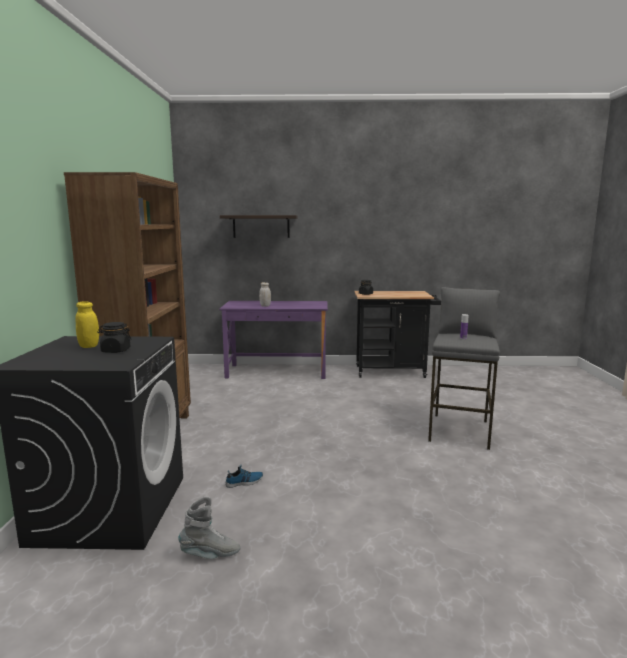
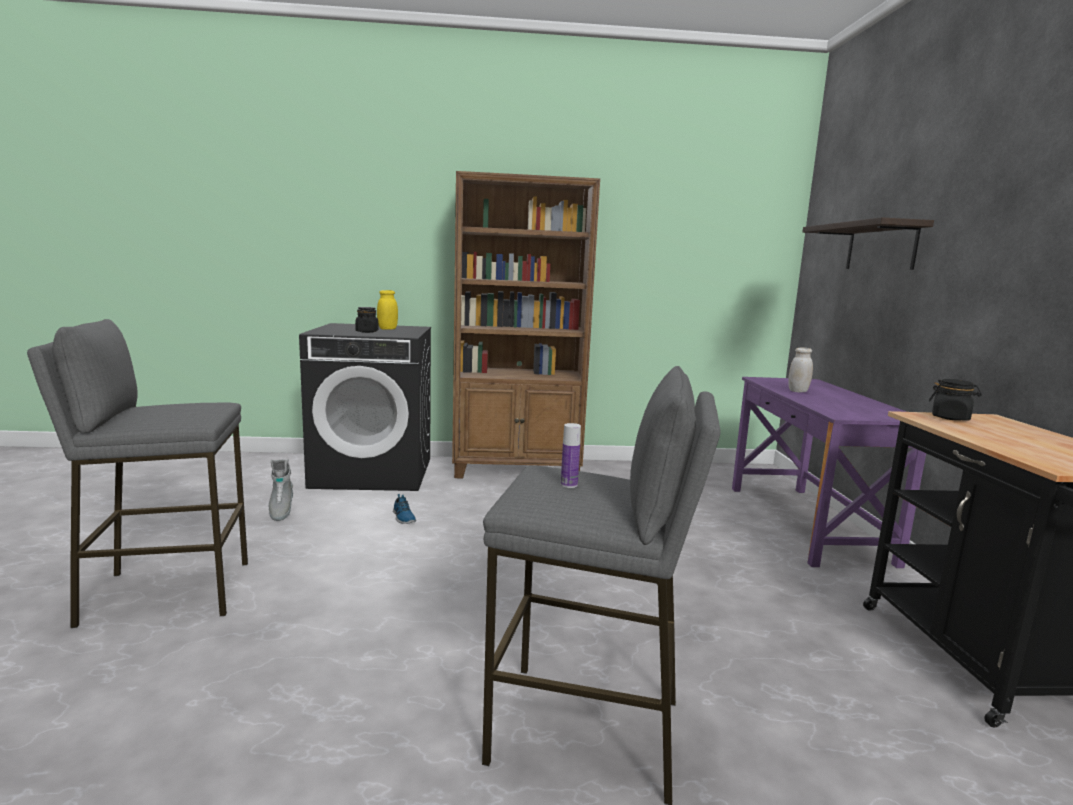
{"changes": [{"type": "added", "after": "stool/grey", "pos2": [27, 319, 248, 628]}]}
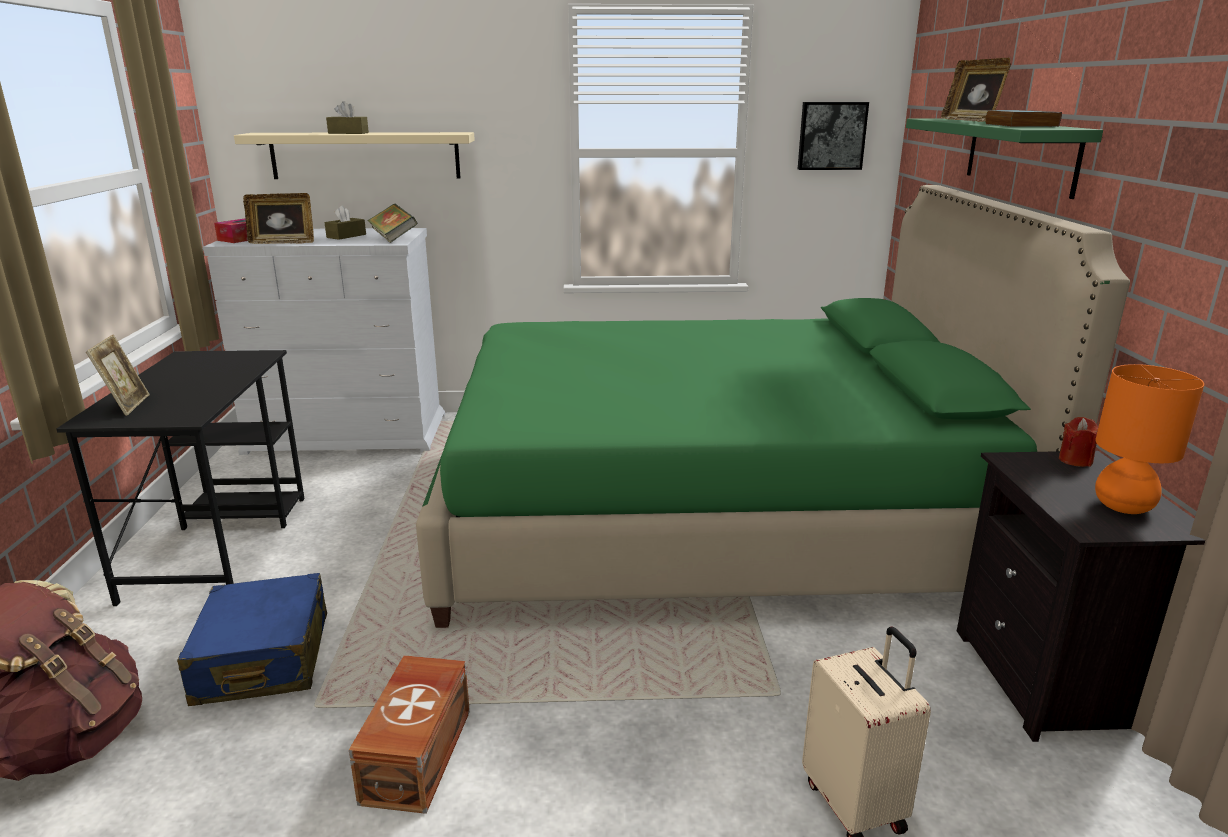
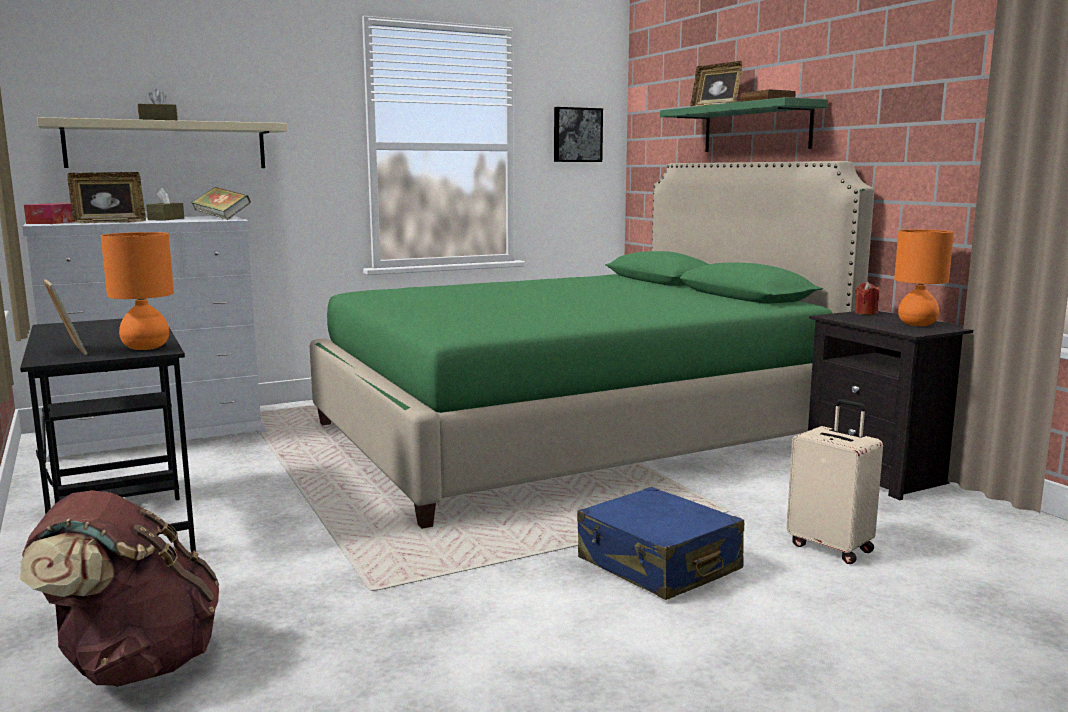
{"changes": [{"type": "moved", "before": "suitcase/blue", "pos1": [177, 573, 327, 706], "pos2": [577, 487, 744, 600]}, {"type": "removed", "before": "storage box/brown", "pos1": [349, 655, 470, 814]}, {"type": "added", "after": "table lamp/orange", "pos2": [101, 232, 174, 350]}]}
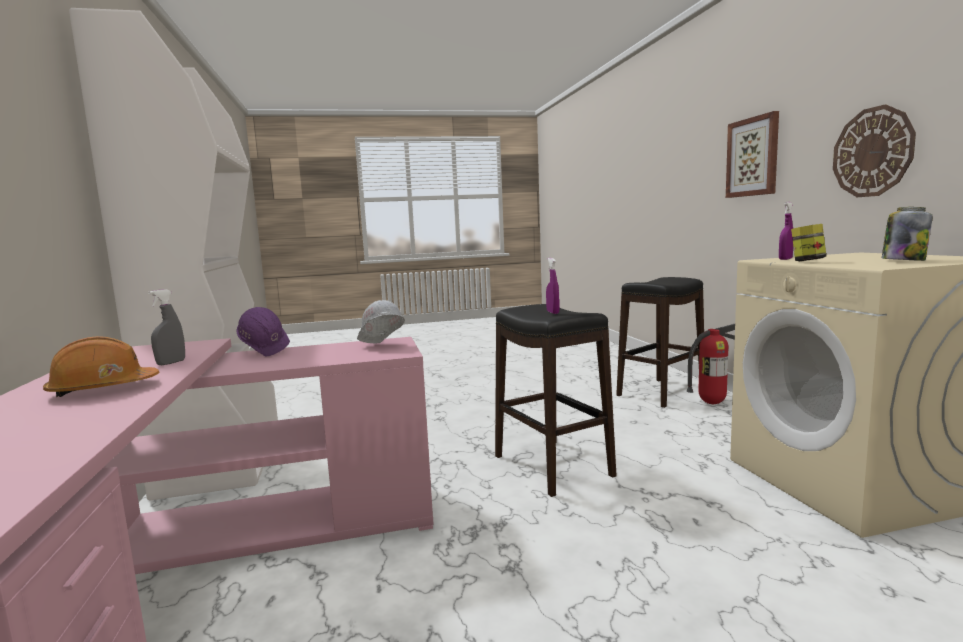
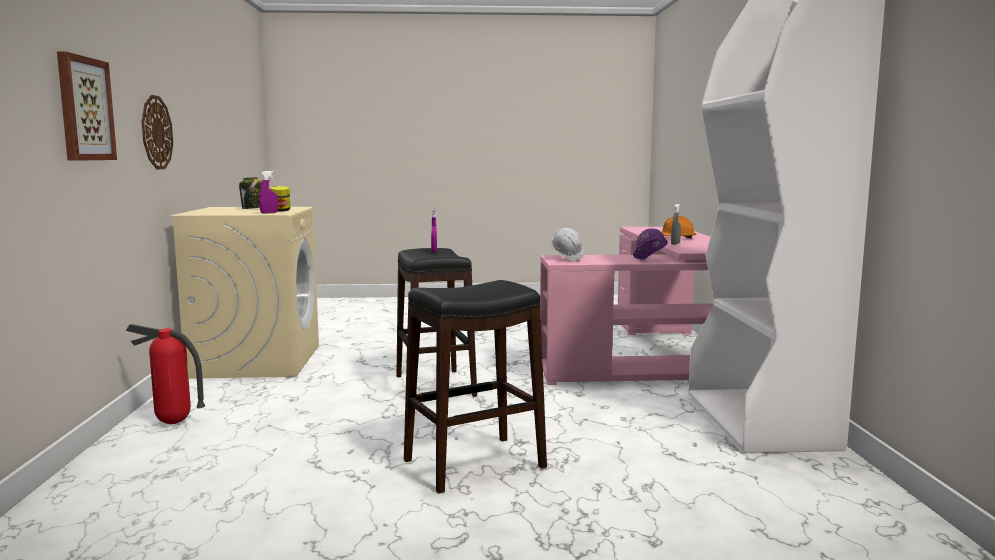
{"changes": [{"type": "moved", "before": "stool/black", "pos1": [616, 277, 704, 408], "pos2": [404, 280, 547, 493]}]}
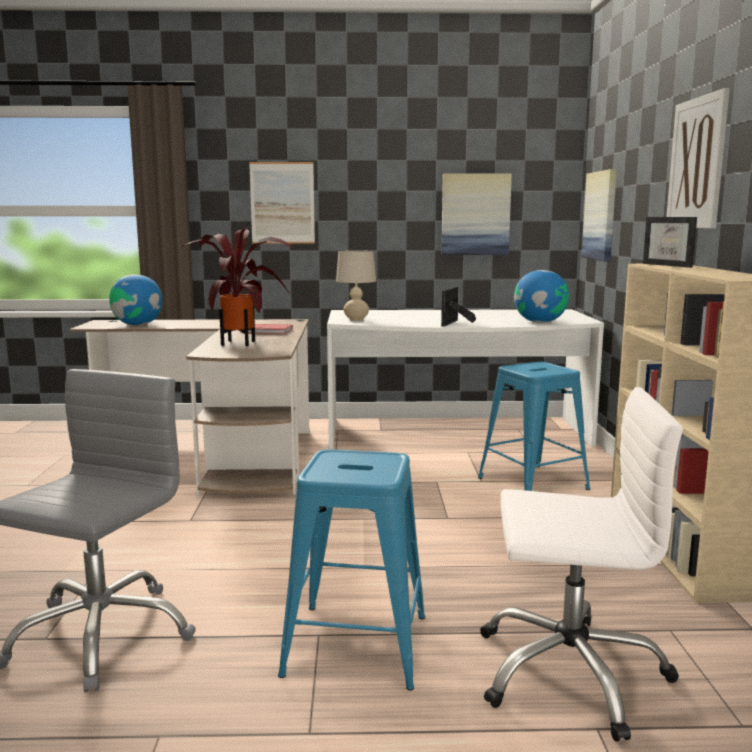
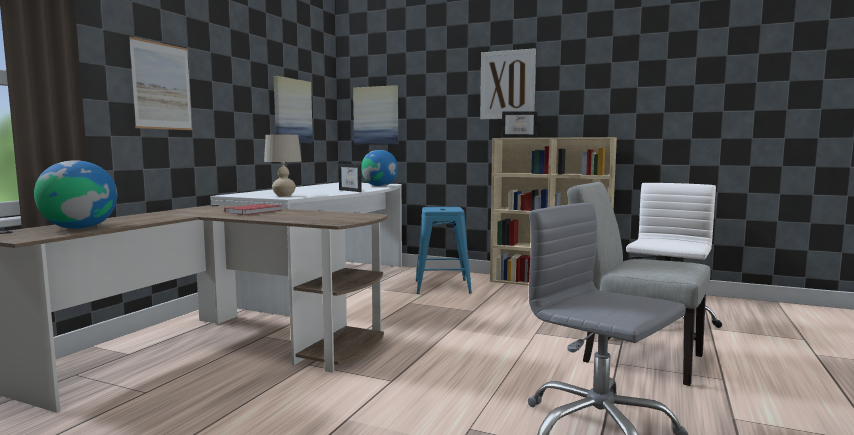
{"changes": [{"type": "removed", "before": "potted plant", "pos1": [181, 227, 293, 346]}, {"type": "replaced", "before": "stool/blue", "after": "chair/grey", "pos1": [278, 449, 425, 690], "pos2": [567, 182, 711, 386]}]}
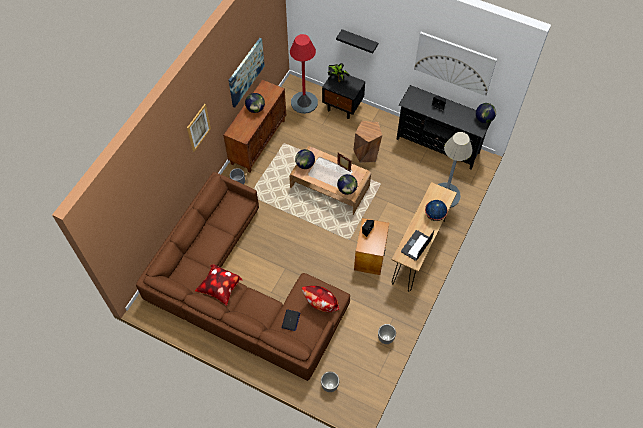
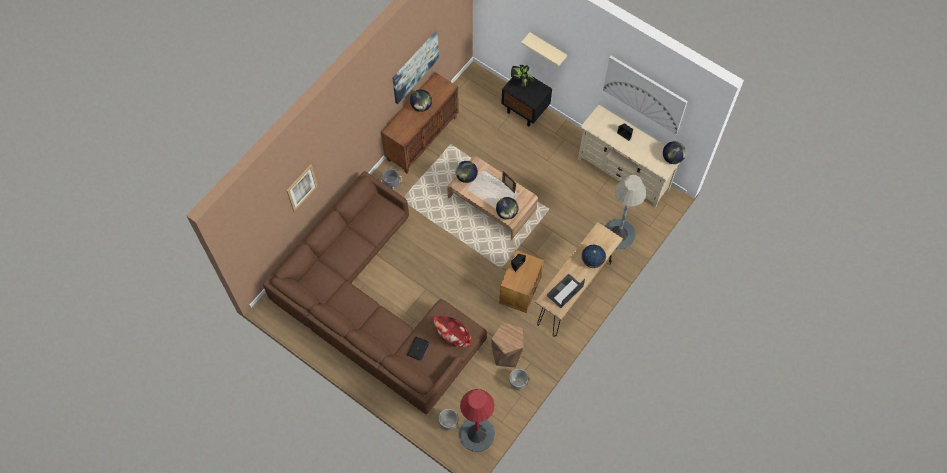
{"changes": [{"type": "moved", "before": "picture", "pos1": [187, 104, 211, 152], "pos2": [286, 165, 317, 212]}, {"type": "removed", "before": "pillow", "pos1": [195, 264, 243, 306]}, {"type": "moved", "before": "floor lamp/red", "pos1": [290, 34, 318, 114], "pos2": [459, 389, 495, 452]}, {"type": "recoloured", "before": "shelf/black", "after": "shelf/beige", "pos1": [336, 29, 378, 54], "pos2": [521, 32, 567, 67]}, {"type": "moved", "before": "stool/brown", "pos1": [353, 121, 383, 163], "pos2": [491, 323, 524, 368]}, {"type": "recoloured", "before": "tv stand/black", "after": "tv stand/beige", "pos1": [396, 85, 491, 170], "pos2": [578, 104, 679, 208]}]}
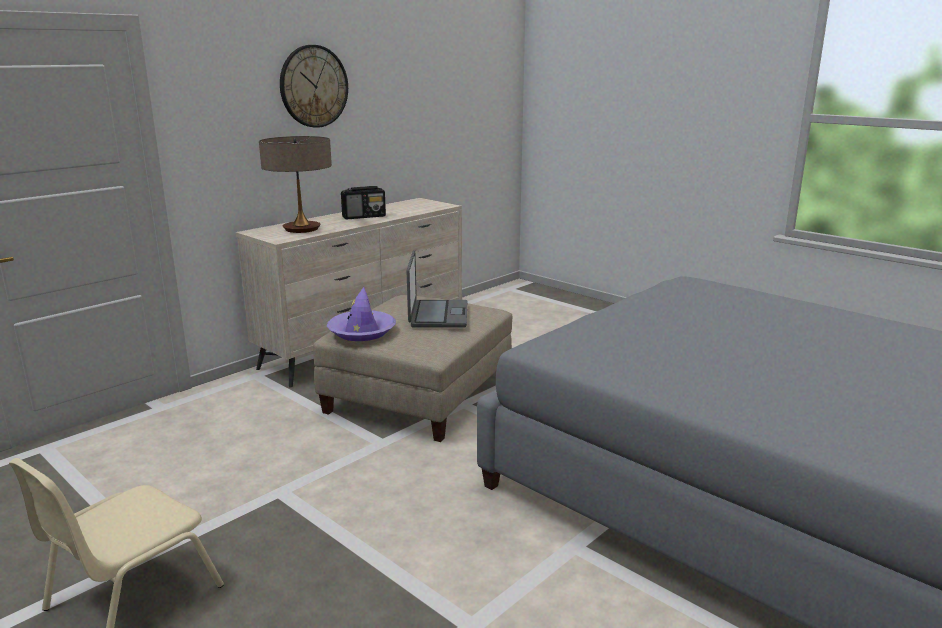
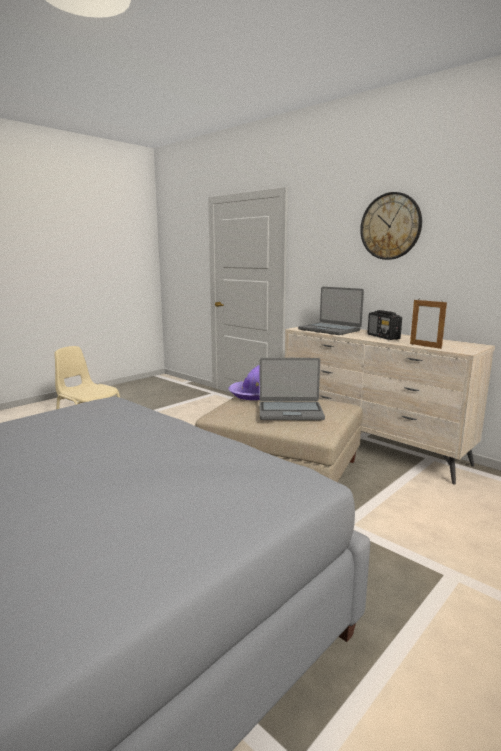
{"changes": [{"type": "replaced", "before": "table lamp", "after": "laptop", "pos1": [259, 136, 332, 233], "pos2": [298, 287, 364, 335]}, {"type": "added", "after": "picture frame", "pos2": [410, 300, 447, 349]}]}
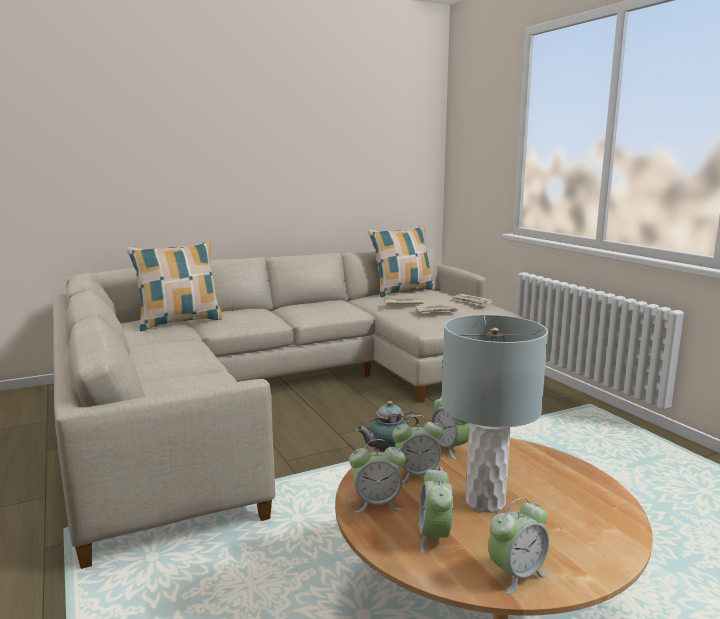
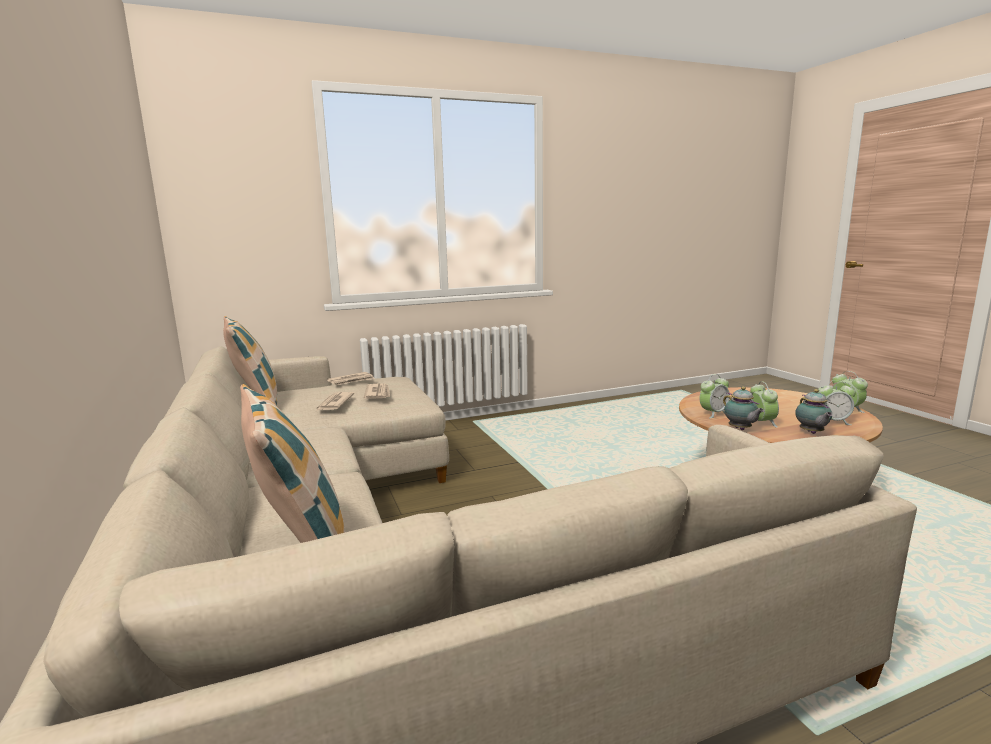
{"changes": [{"type": "replaced", "before": "alarm clock", "after": "teapot", "pos1": [349, 439, 405, 513], "pos2": [795, 389, 833, 434]}, {"type": "removed", "before": "table lamp/grey", "pos1": [441, 315, 548, 513]}]}
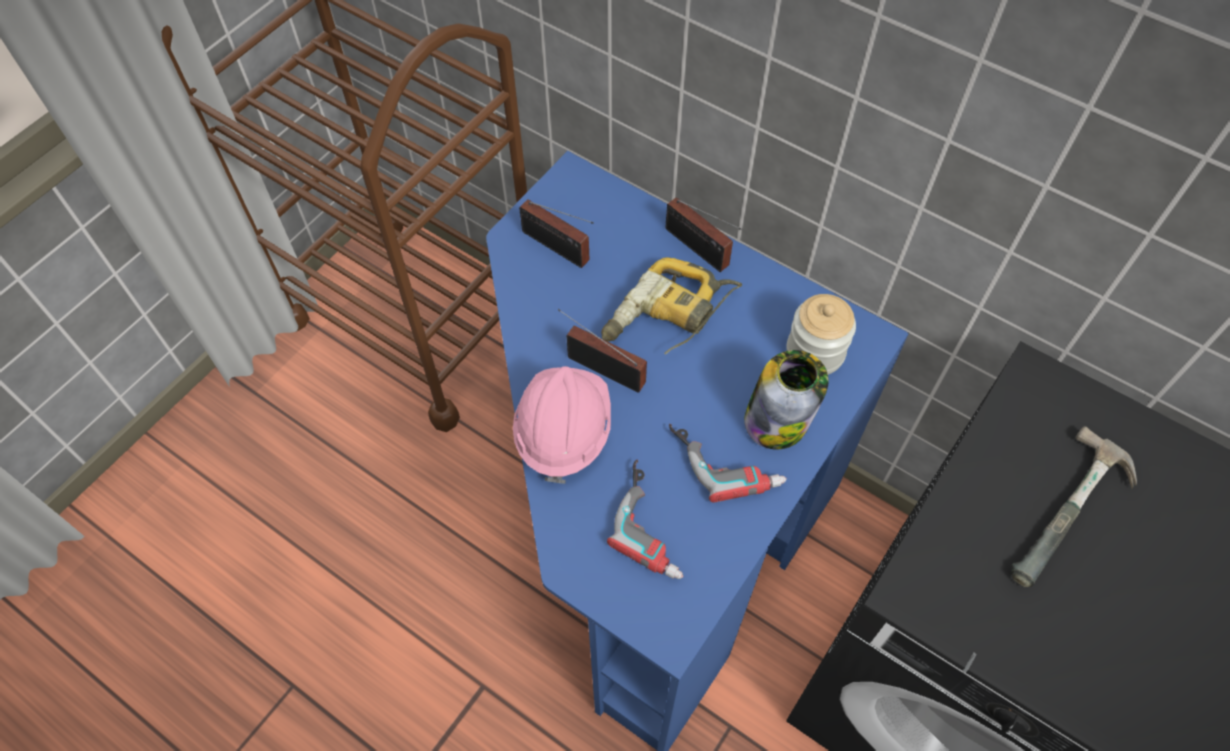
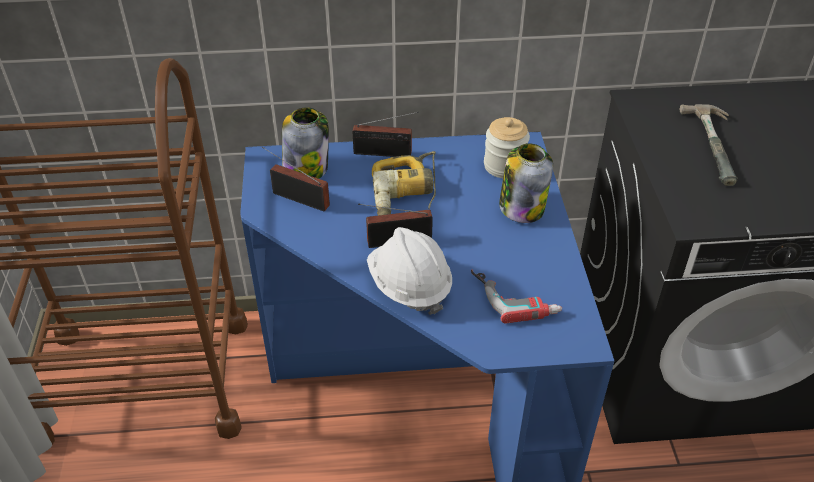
{"changes": [{"type": "recoloured", "before": "hard hat/pink", "after": "hard hat/white", "pos1": [513, 366, 611, 484], "pos2": [367, 227, 452, 315]}, {"type": "turned", "before": "radio", "pos1": [519, 199, 594, 268], "pos2": [262, 147, 330, 211], "turn": -150}, {"type": "removed", "before": "power drill", "pos1": [669, 424, 787, 503]}, {"type": "added", "after": "jar", "pos2": [282, 107, 329, 179]}]}
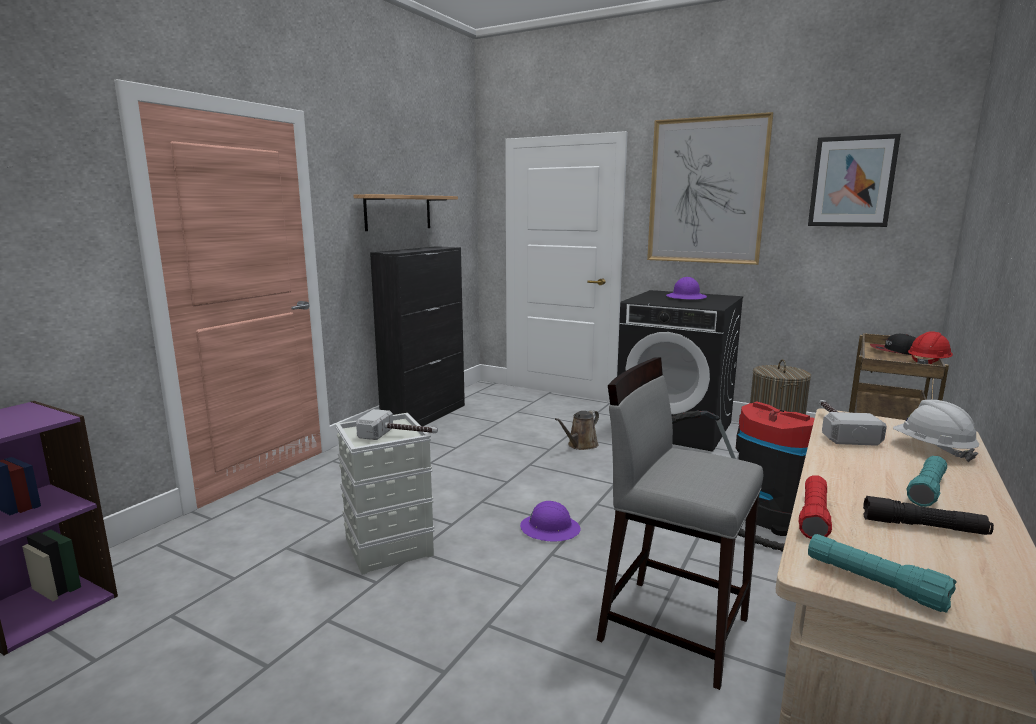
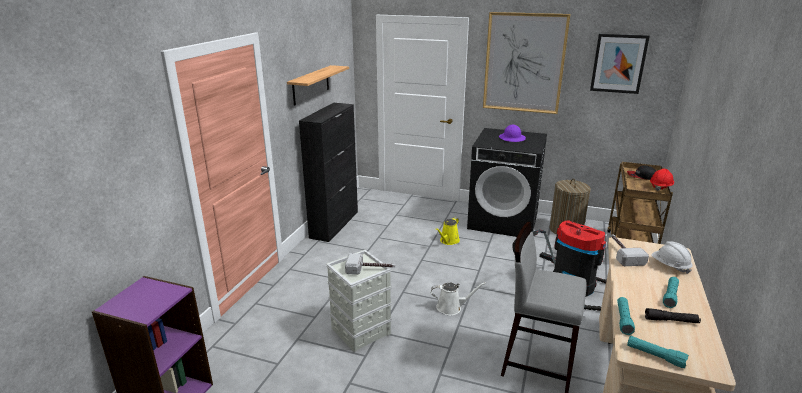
{"changes": [{"type": "replaced", "before": "hard hat/purple", "after": "watering can/white", "pos1": [520, 501, 580, 541], "pos2": [431, 282, 486, 315]}, {"type": "recoloured", "before": "watering can/brown", "after": "watering can/yellow", "pos1": [555, 410, 599, 450], "pos2": [436, 217, 460, 245]}, {"type": "recoloured", "before": "flashlight/red", "after": "flashlight/turquoise", "pos1": [799, 476, 832, 539], "pos2": [617, 297, 635, 335]}]}
